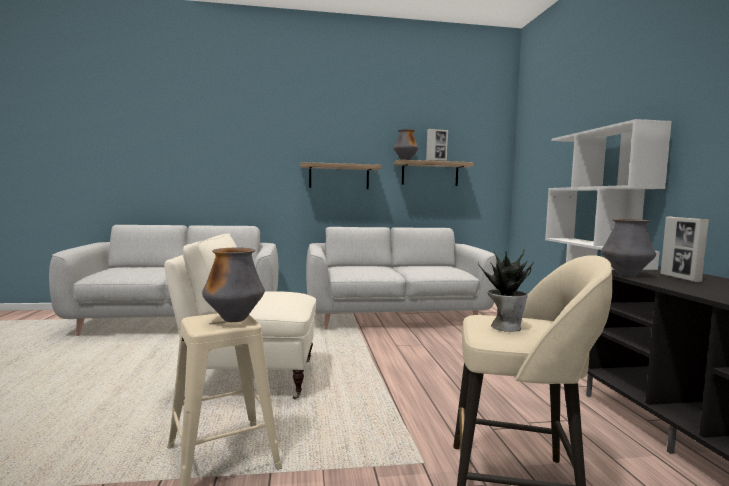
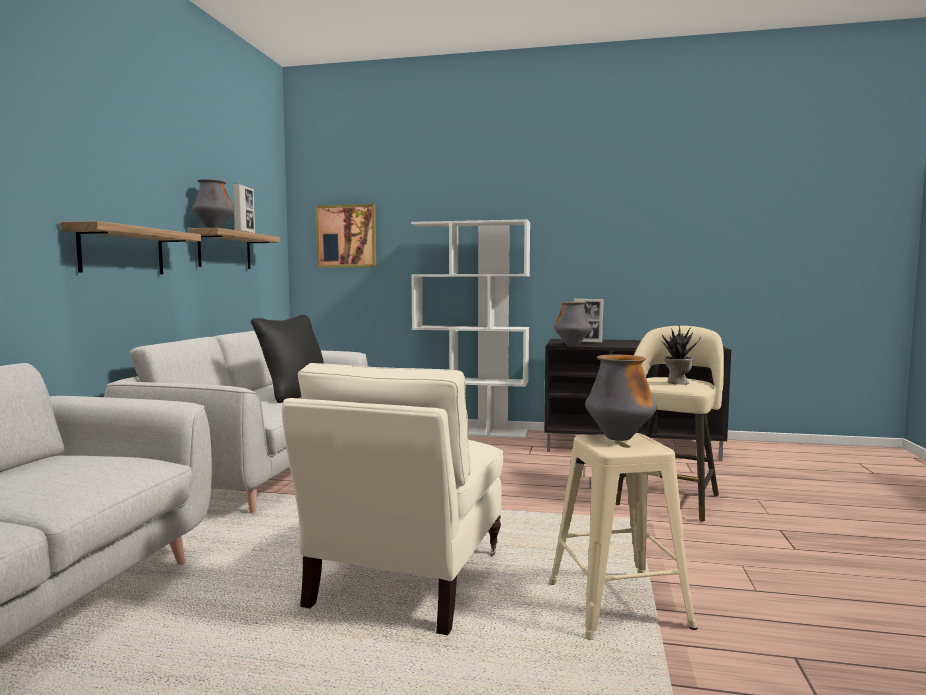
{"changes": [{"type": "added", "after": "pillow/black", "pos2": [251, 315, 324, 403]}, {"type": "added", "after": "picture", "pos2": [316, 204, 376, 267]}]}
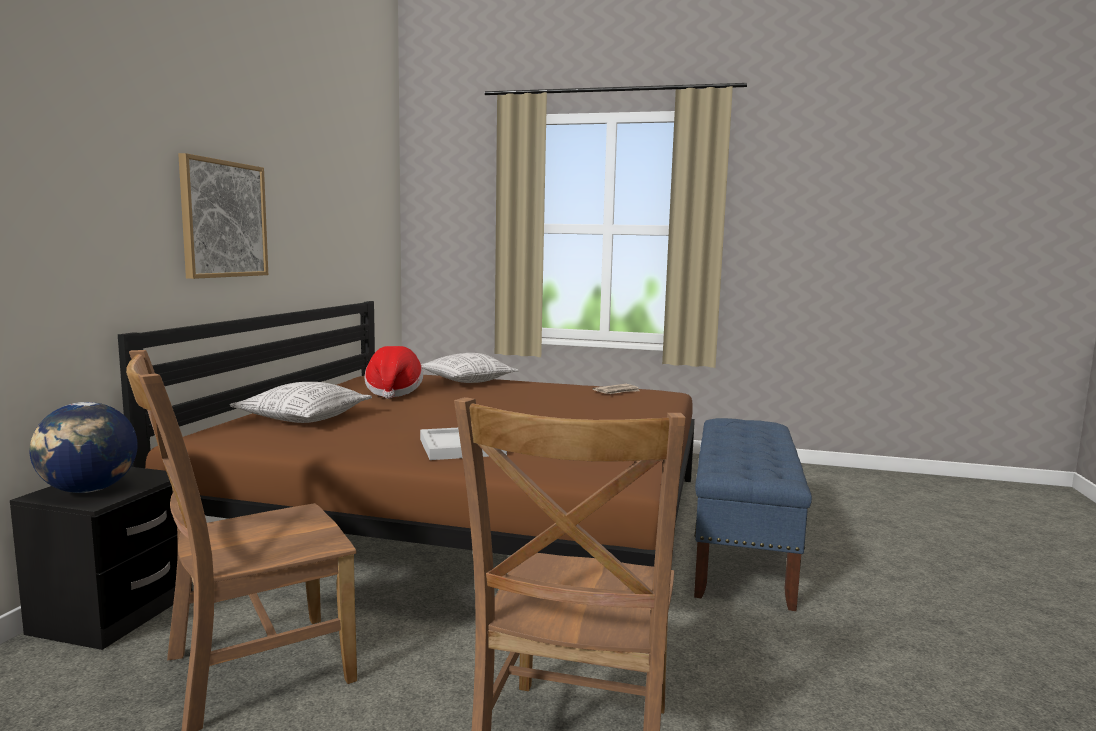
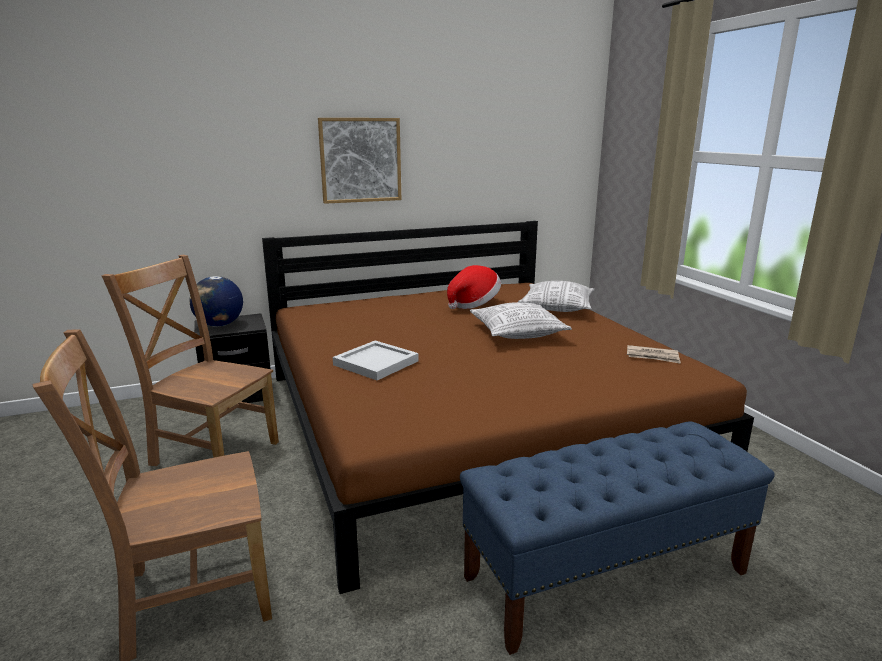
{"changes": [{"type": "moved", "before": "pillow", "pos1": [230, 382, 372, 423], "pos2": [470, 302, 572, 339]}]}
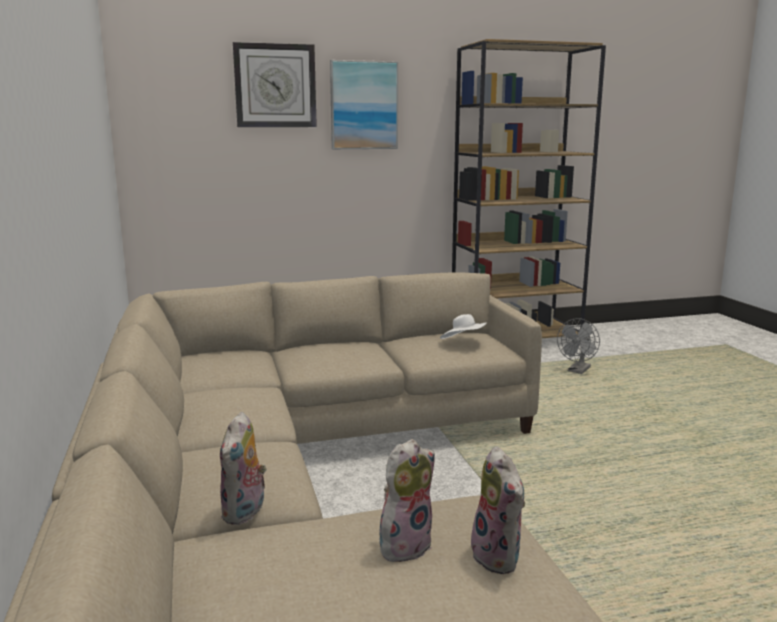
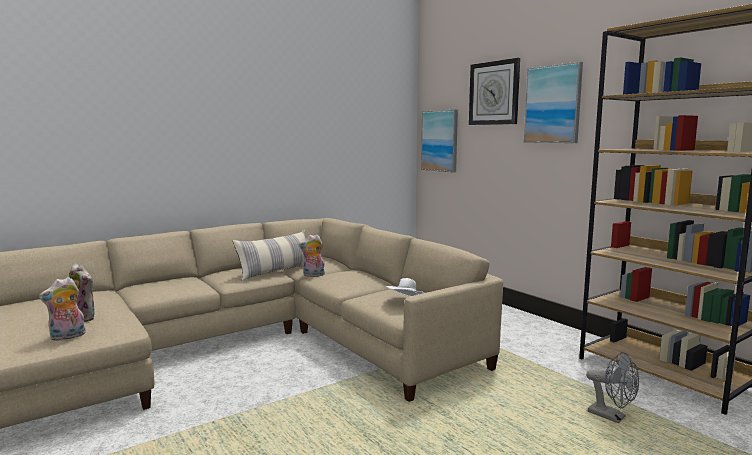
{"changes": [{"type": "moved", "before": "plush toy", "pos1": [220, 412, 267, 525], "pos2": [299, 234, 325, 277]}, {"type": "turned", "before": "fan/grey", "pos1": [557, 318, 600, 374], "pos2": [586, 352, 639, 423], "turn": -150}, {"type": "added", "after": "pillow", "pos2": [233, 230, 306, 281]}, {"type": "added", "after": "picture", "pos2": [421, 110, 458, 173]}]}
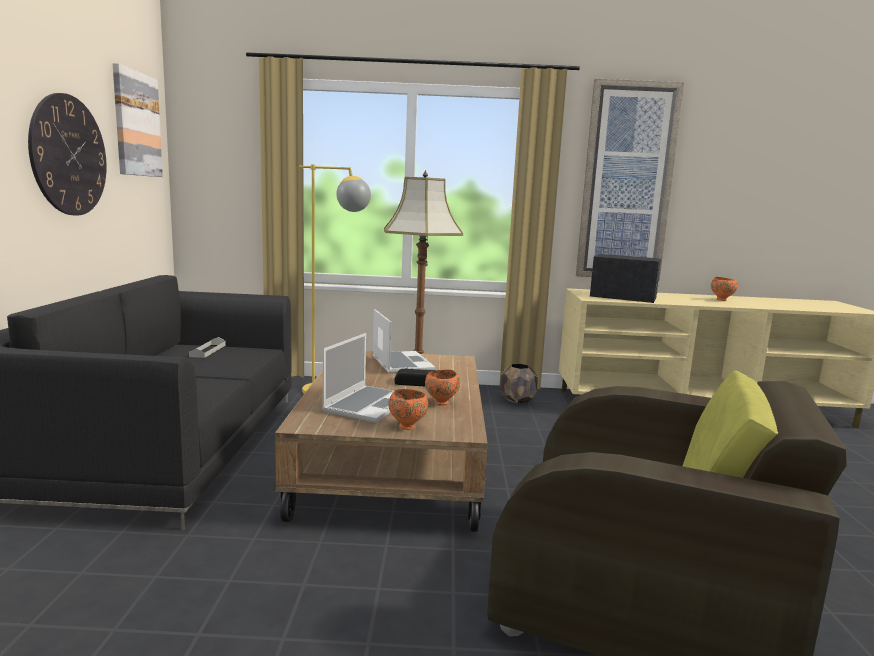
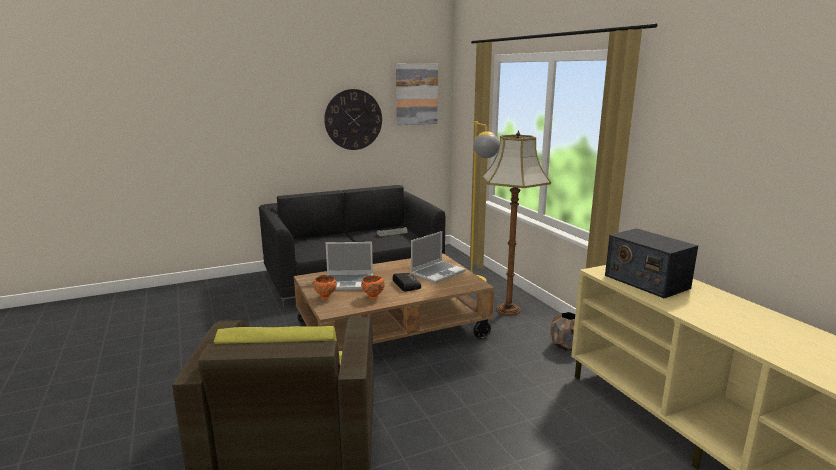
{"changes": [{"type": "removed", "before": "picture", "pos1": [576, 79, 684, 280]}, {"type": "turned", "before": "radio", "pos1": [590, 254, 661, 303], "pos2": [605, 228, 698, 299], "turn": 150}, {"type": "removed", "before": "bowl/orange", "pos1": [711, 277, 738, 301]}]}
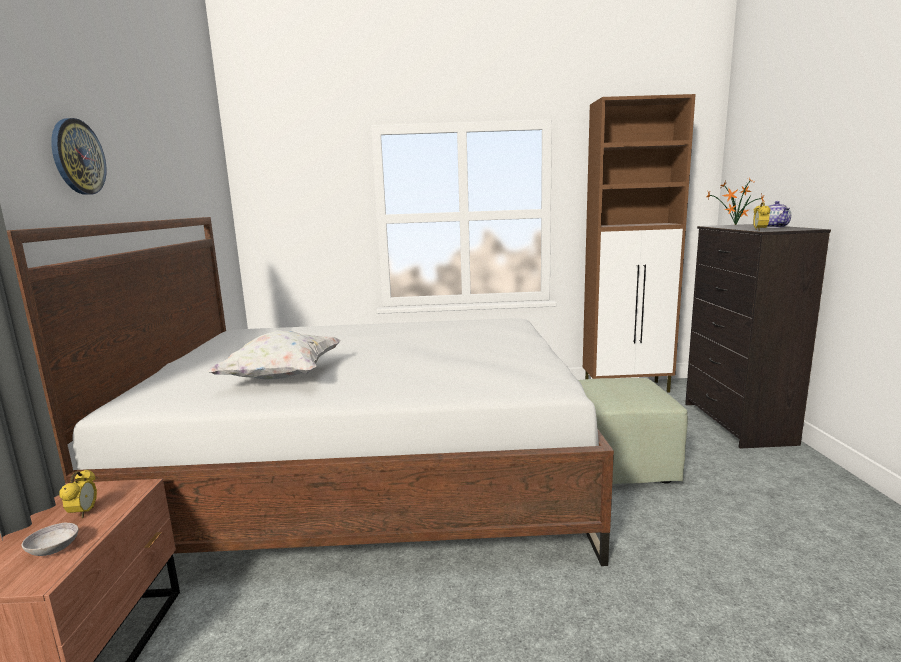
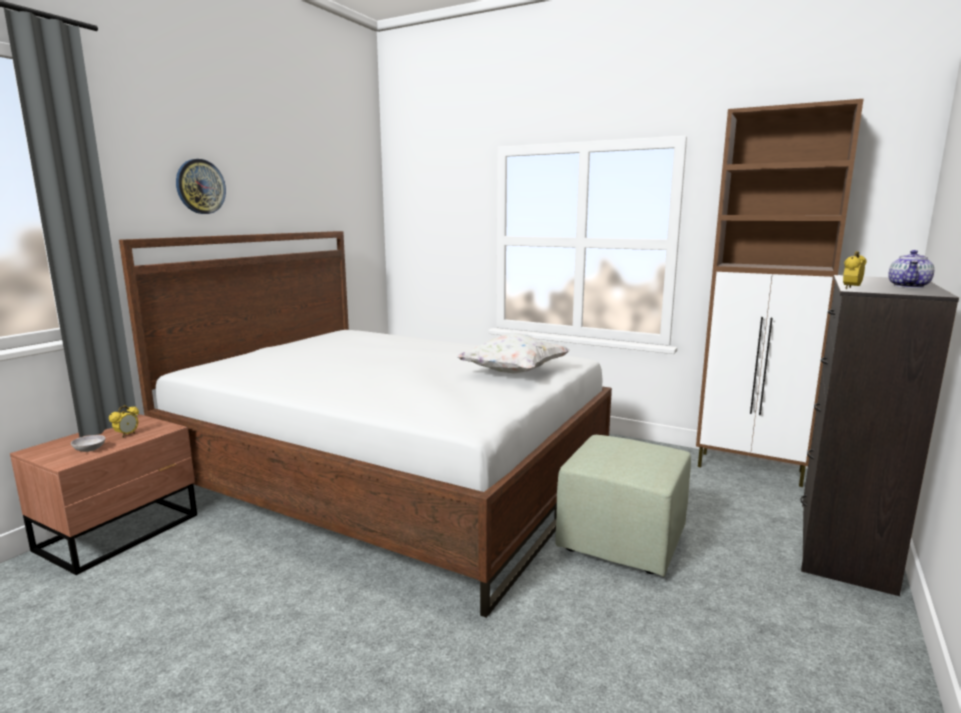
{"changes": [{"type": "moved", "before": "pillow/white", "pos1": [207, 330, 341, 380], "pos2": [456, 333, 570, 374]}, {"type": "removed", "before": "potted plant", "pos1": [707, 177, 764, 226]}]}
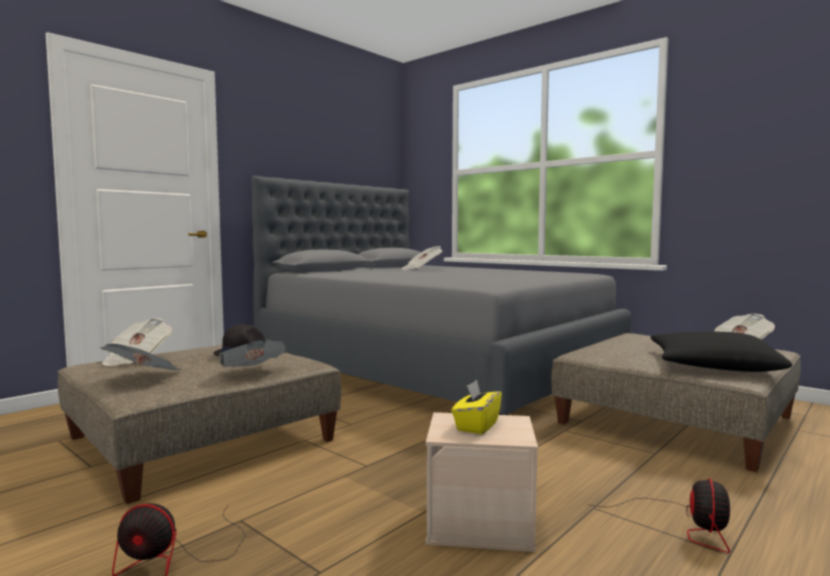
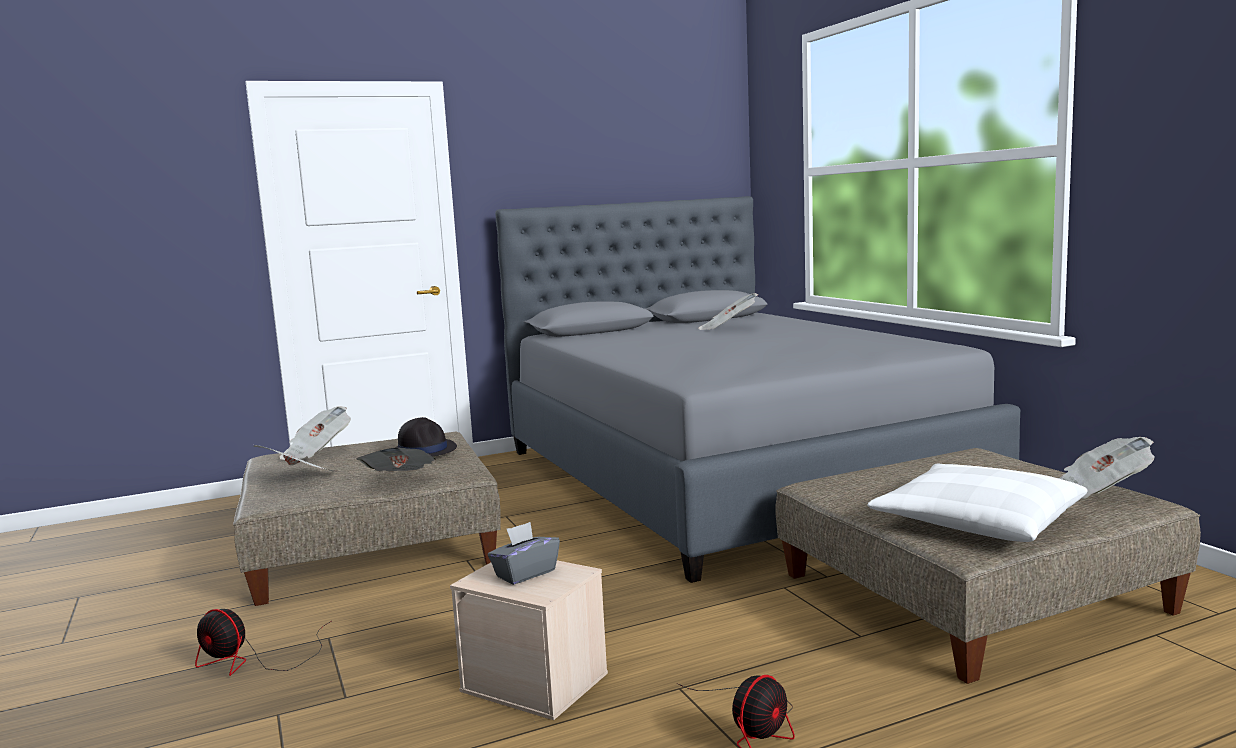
{"changes": [{"type": "recoloured", "before": "tissue box/yellow", "after": "tissue box/grey", "pos1": [452, 380, 502, 434], "pos2": [488, 522, 560, 585]}, {"type": "recoloured", "before": "pillow/black", "after": "pillow/white", "pos1": [651, 332, 792, 372], "pos2": [868, 464, 1087, 542]}]}
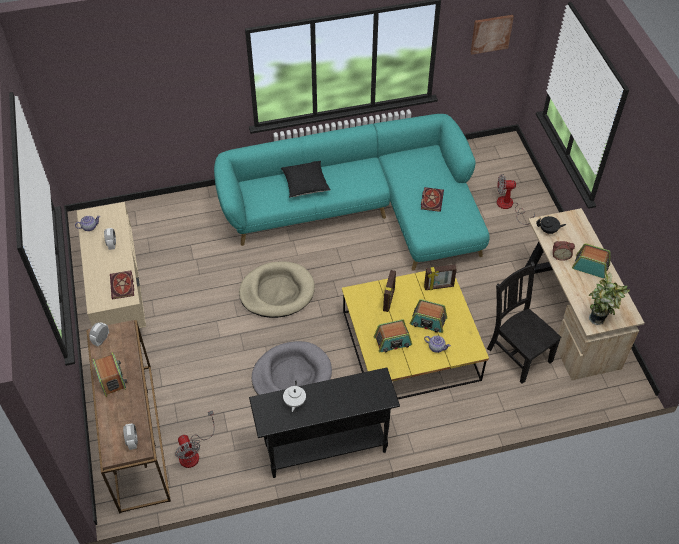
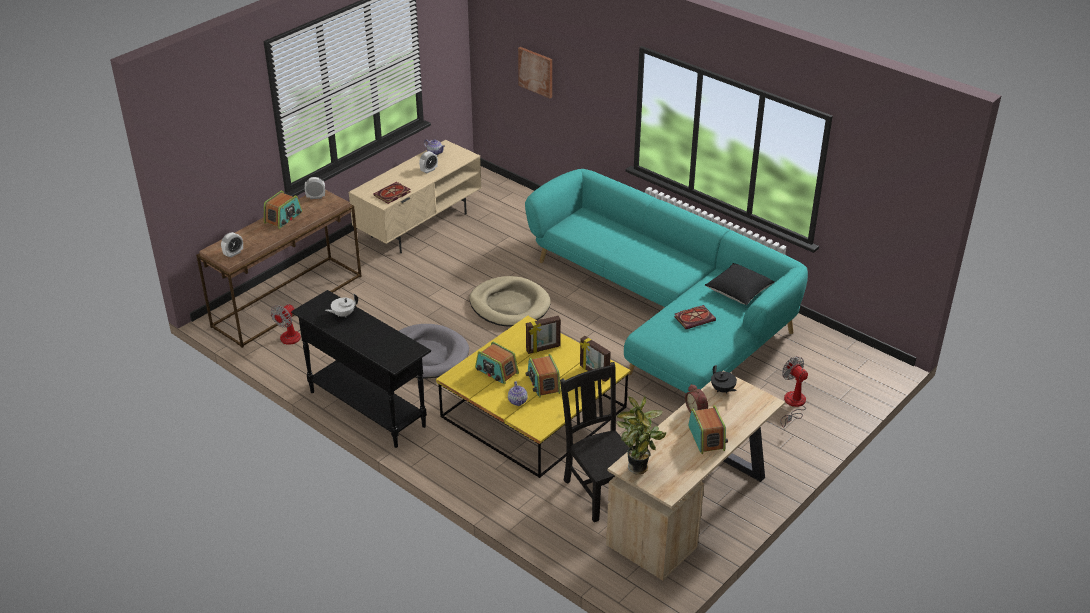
{"changes": [{"type": "moved", "before": "pillow/black", "pos1": [281, 161, 331, 198], "pos2": [705, 263, 775, 305]}, {"type": "moved", "before": "picture", "pos1": [471, 15, 514, 54], "pos2": [518, 47, 552, 98]}, {"type": "turned", "before": "chair/black", "pos1": [487, 261, 561, 384], "pos2": [560, 362, 630, 522], "turn": -45}]}
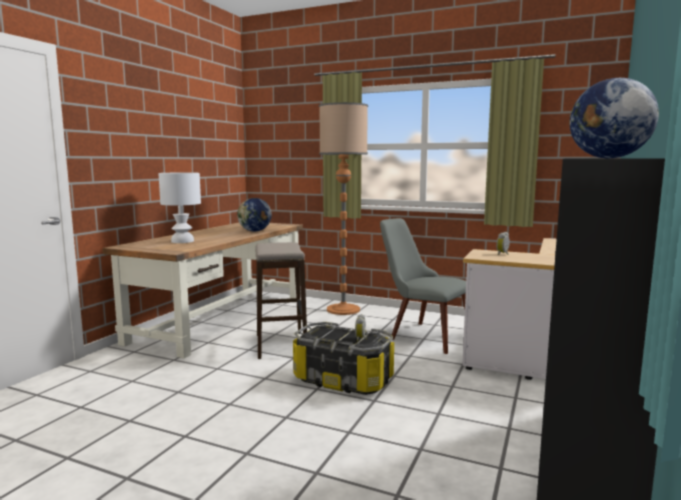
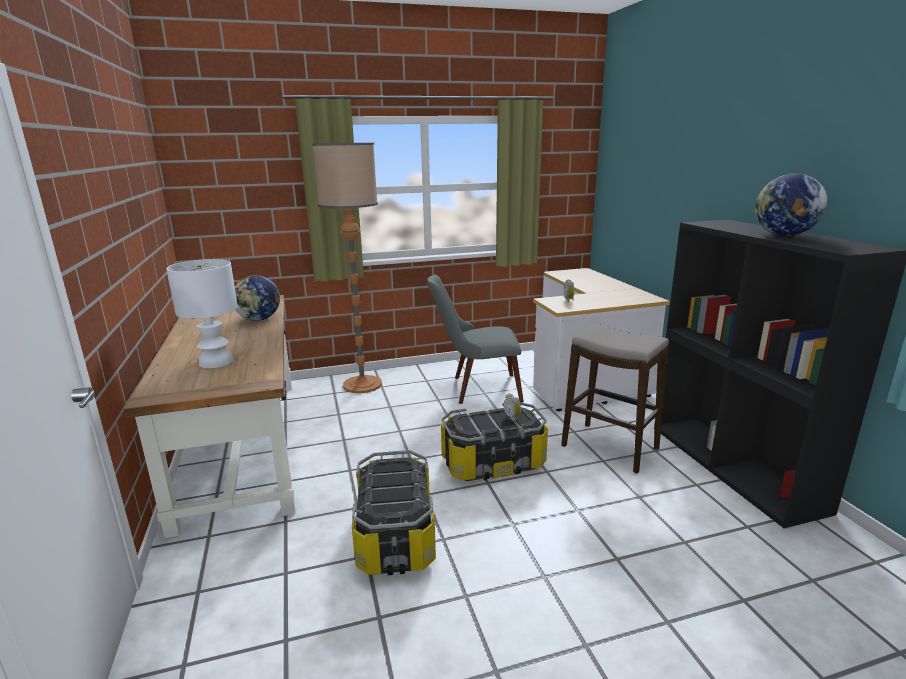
{"changes": [{"type": "moved", "before": "stool", "pos1": [256, 242, 307, 359], "pos2": [561, 324, 669, 474]}, {"type": "added", "after": "storage box", "pos2": [352, 450, 436, 575]}]}
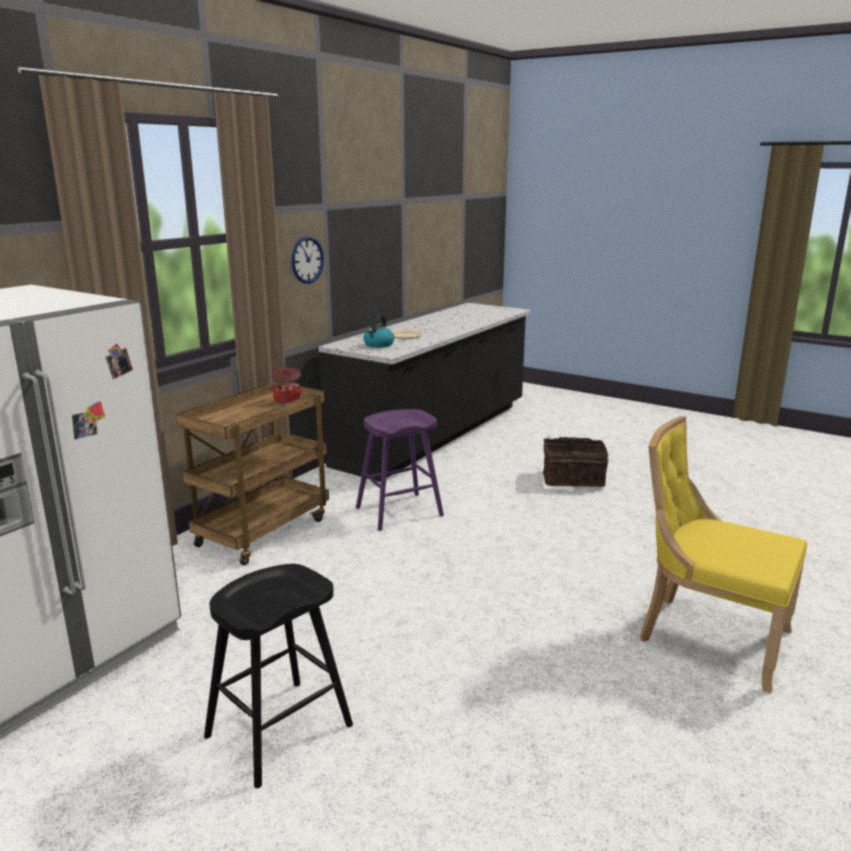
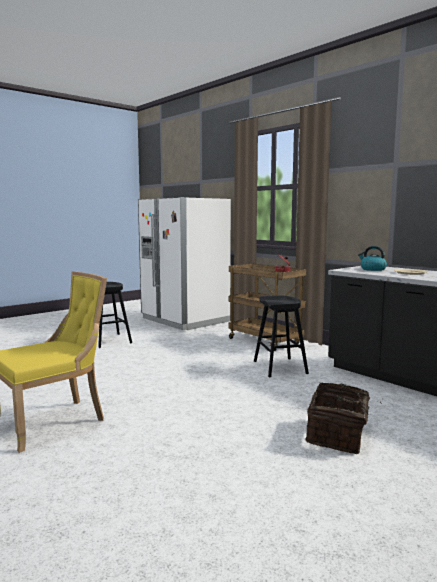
{"changes": [{"type": "removed", "before": "wall clock", "pos1": [291, 236, 324, 284]}, {"type": "recoloured", "before": "stool/purple", "after": "stool/black", "pos1": [356, 409, 444, 531], "pos2": [254, 295, 309, 377]}]}
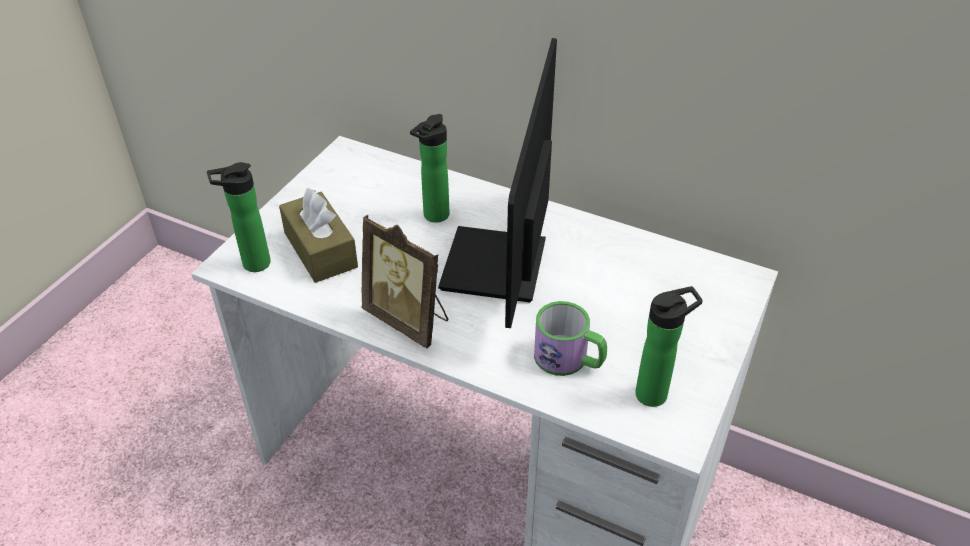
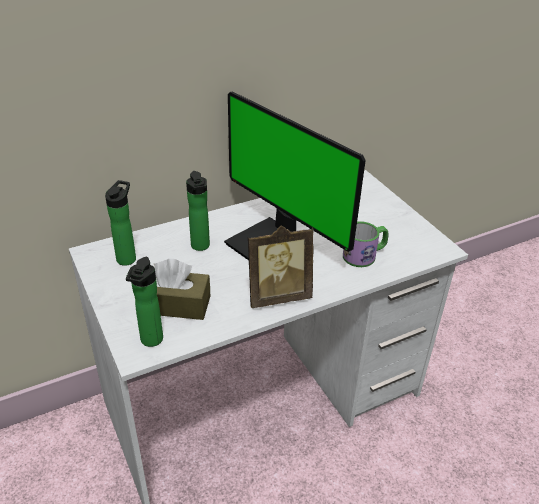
{"changes": [{"type": "moved", "before": "bottle", "pos1": [635, 286, 703, 407], "pos2": [105, 180, 136, 266]}]}
